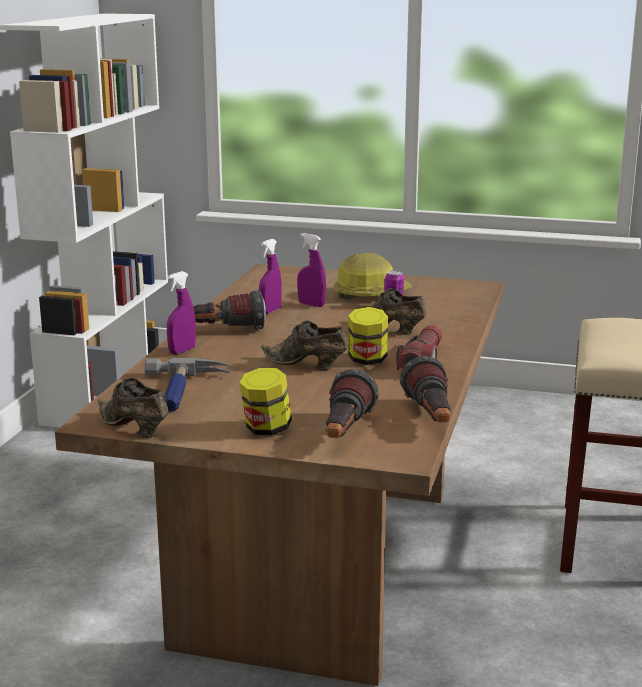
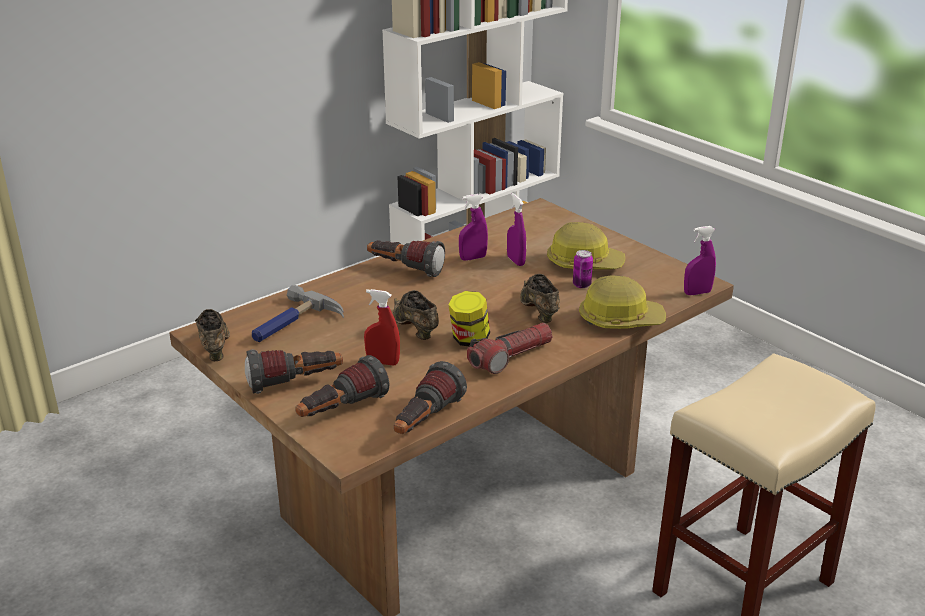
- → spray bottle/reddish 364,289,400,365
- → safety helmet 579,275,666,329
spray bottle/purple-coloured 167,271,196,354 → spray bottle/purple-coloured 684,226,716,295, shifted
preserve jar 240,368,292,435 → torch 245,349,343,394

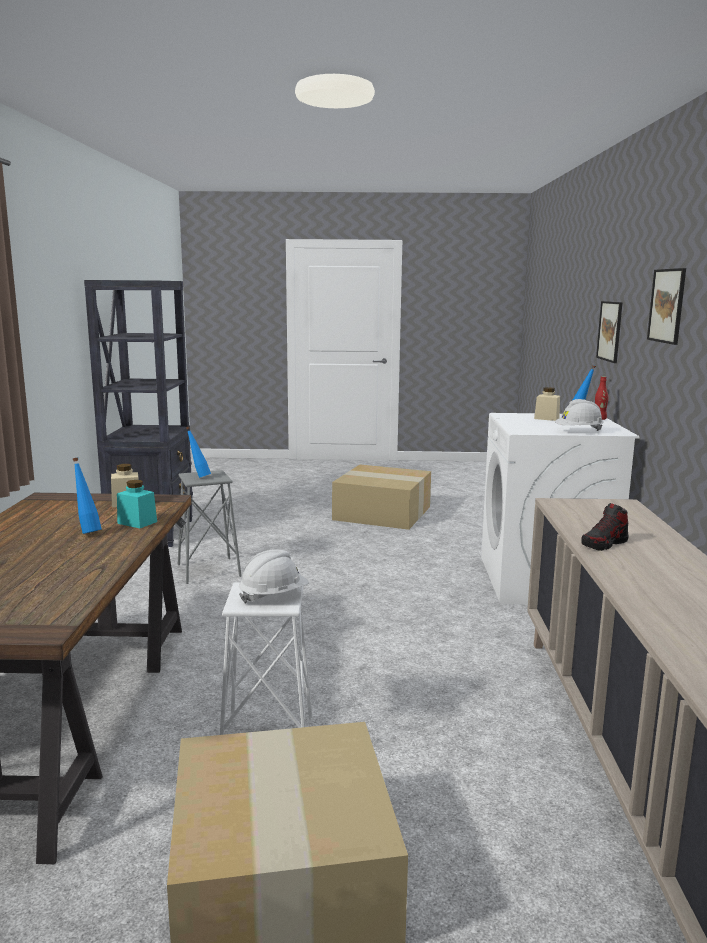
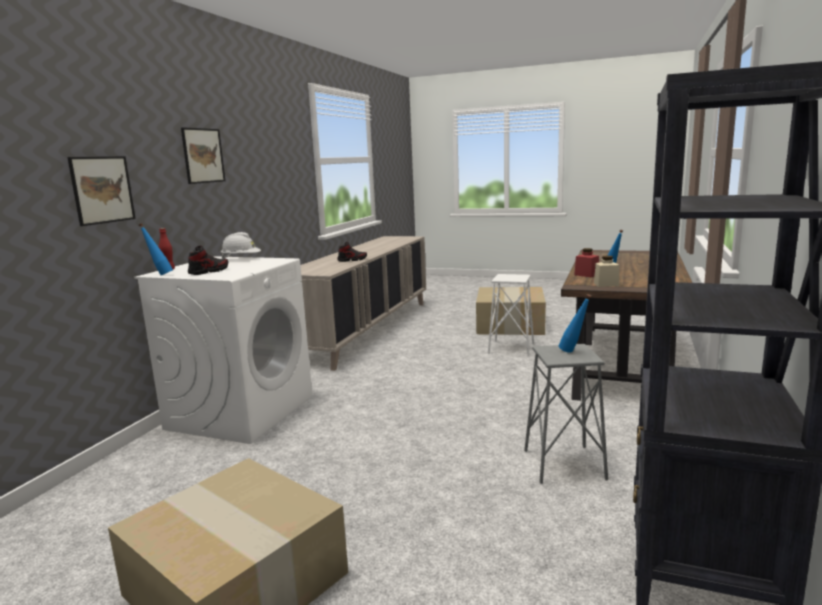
safety helmet/whitish 239,549,309,604 → -
preserve jar/beige 534,387,560,421 → item of footwear 188,245,228,275
preserve jar/blue-green 117,480,157,528 → preserve jar/reddish 574,248,599,277

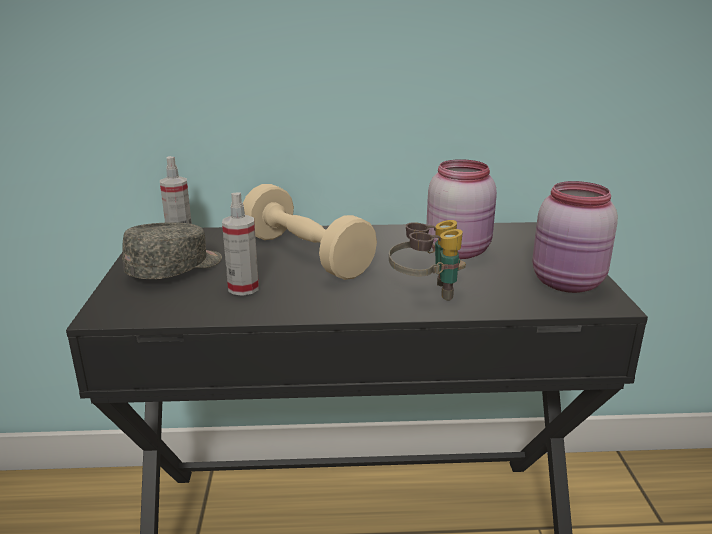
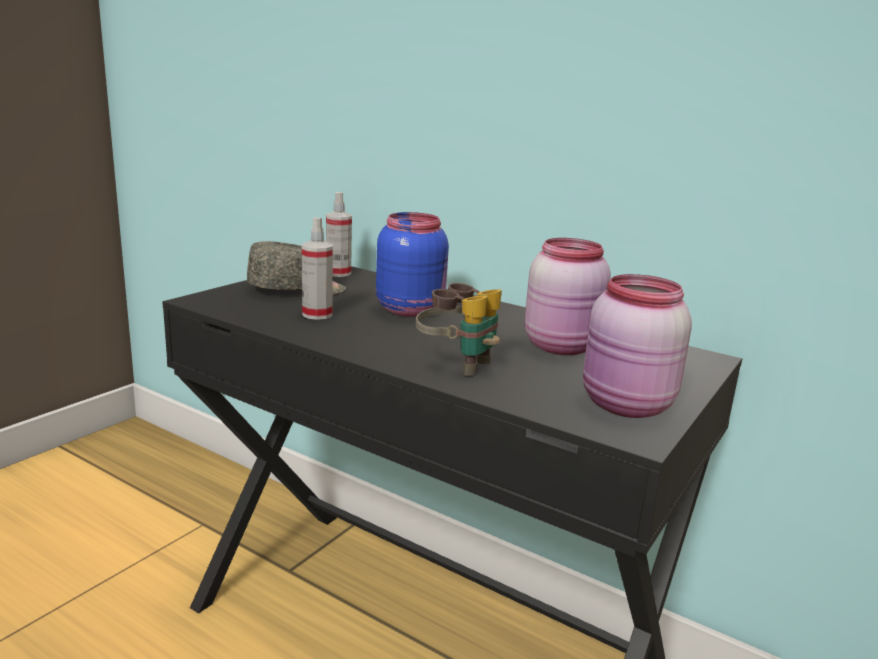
dumbbell/beige 243,184,377,280 → preserve jar/blue-coloured 376,212,449,317

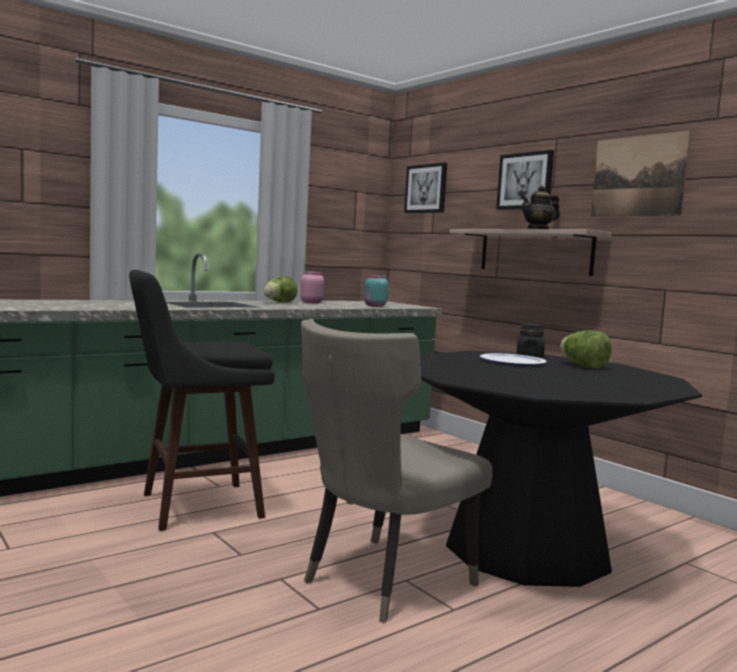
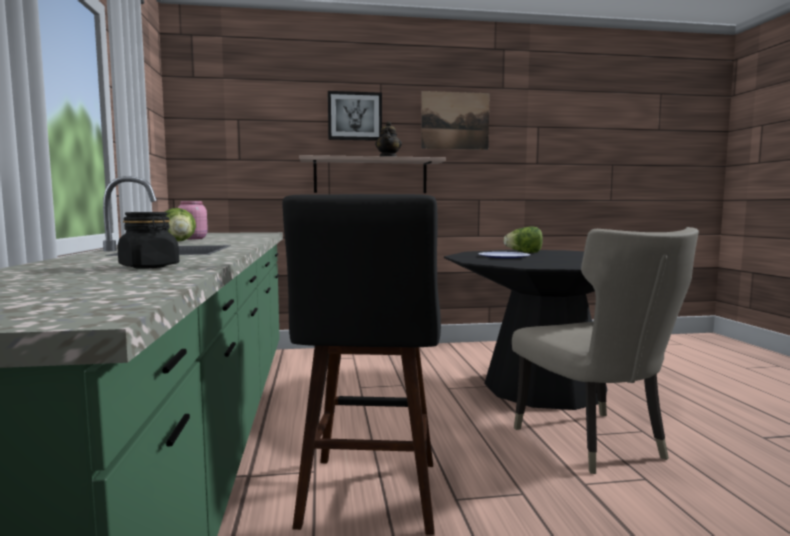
preserve jar/blue-green 364,275,388,307 → -
picture 404,163,447,213 → -
preserve jar/blackish 517,323,545,357 → preserve jar/blackish 118,212,179,269, shifted

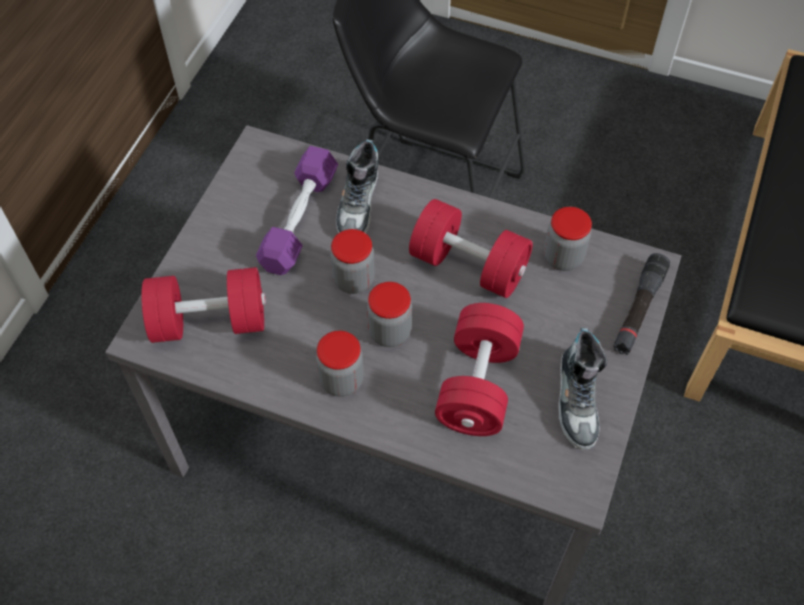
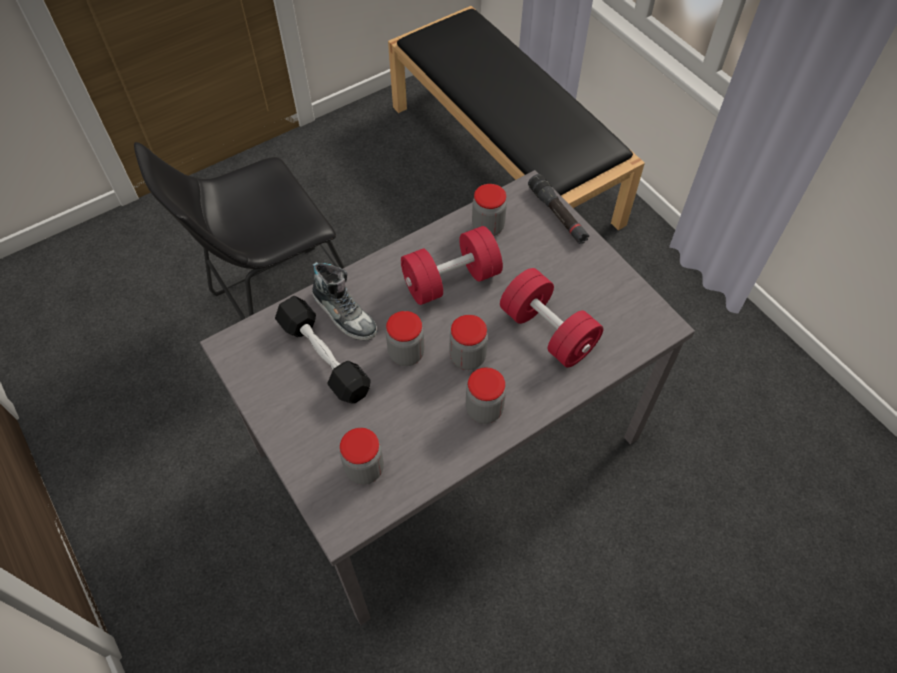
item of footwear 558,328,608,450 → -
dumbbell/reddish 141,267,266,343 → preserve jar 340,428,384,485
dumbbell/purple-coloured 256,146,338,275 → dumbbell/blackish 275,296,371,404

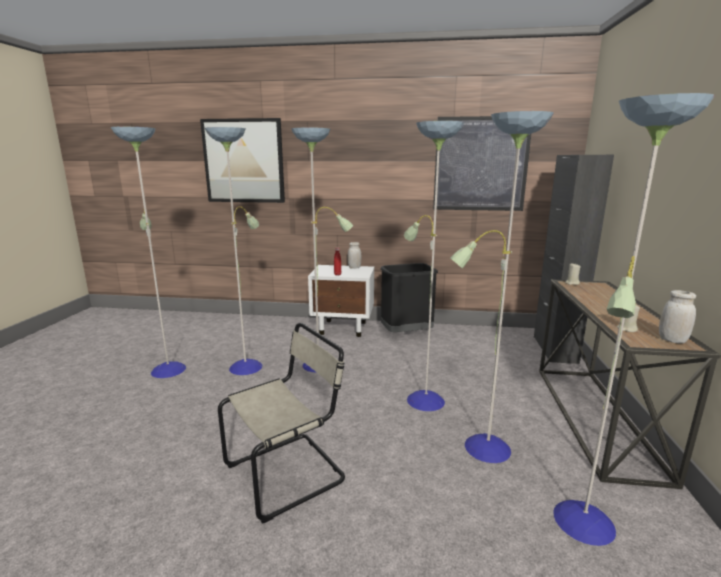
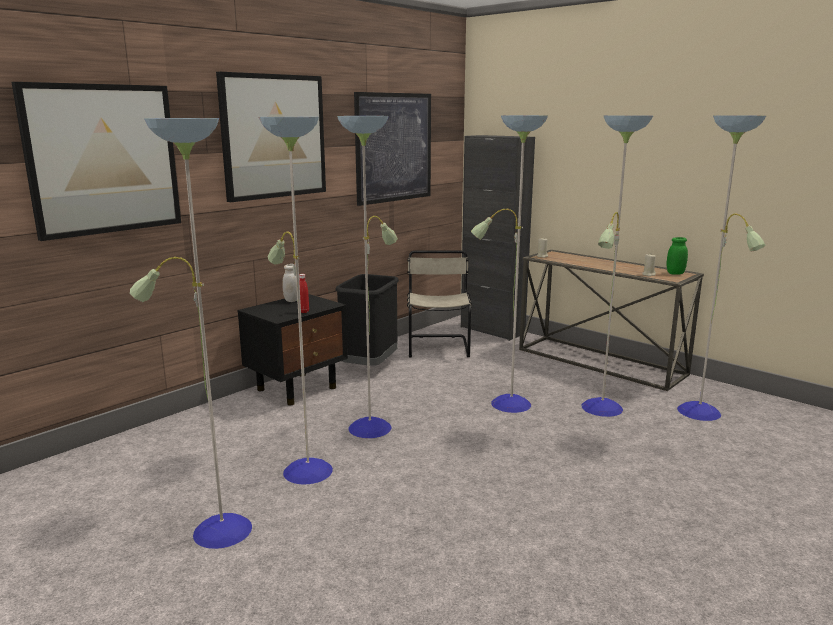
- → picture 216,72,326,202
plain chair/beige 218,323,345,523 → plain chair/beige 407,250,472,357, shifted
nightstand/whitish 308,265,374,337 → nightstand/blackish 238,294,348,406
preserve jar/whitish 659,290,696,344 → preserve jar/green 667,237,688,275

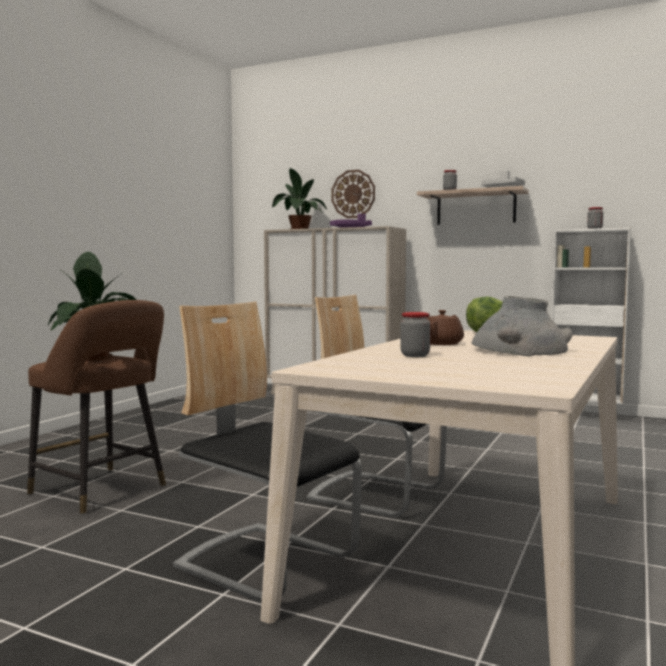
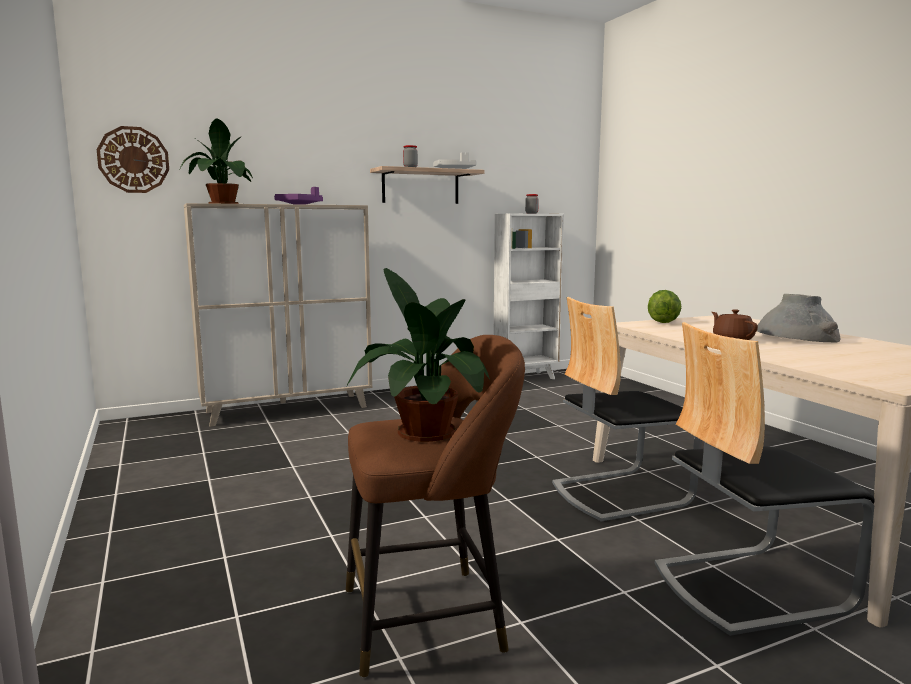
preserve jar 400,312,431,357 → -
wall clock 332,170,375,218 → wall clock 97,126,169,193, shifted

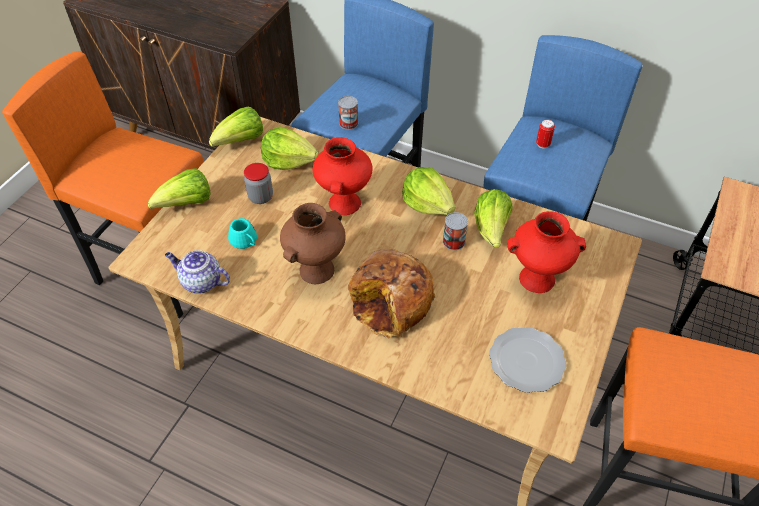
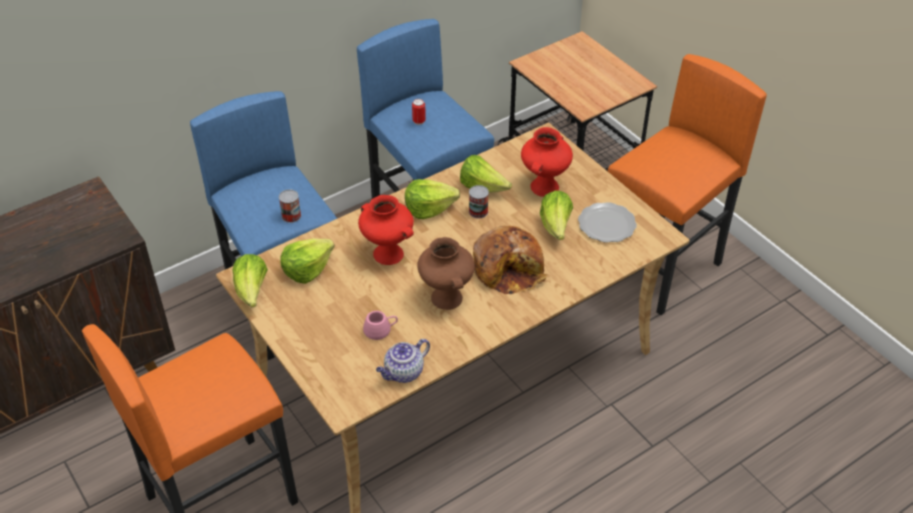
preserve jar 244,163,273,204 → -
lettuce head 148,168,211,209 → lettuce head 540,190,573,240, shifted
tea mug/blue-green 228,218,257,249 → tea mug/pinkish 363,311,398,340

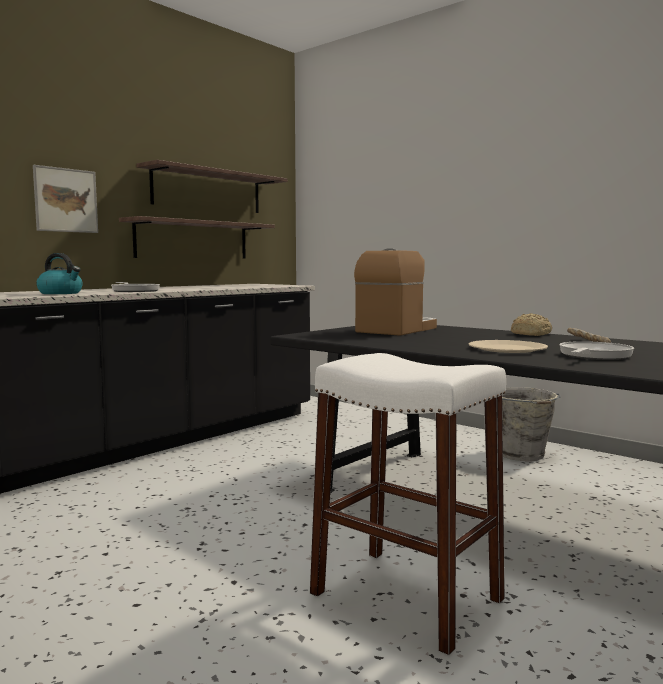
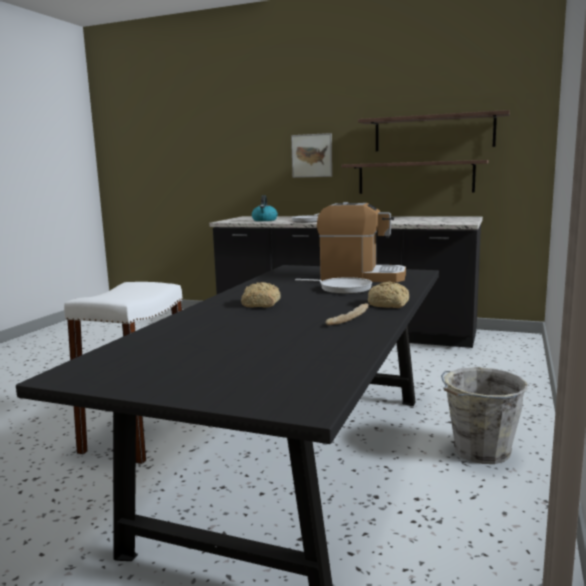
frying pan 560,341,634,360 → frying pan 295,277,372,294, shifted
dinner plate/beige 468,340,548,353 → baked bread 241,282,281,308

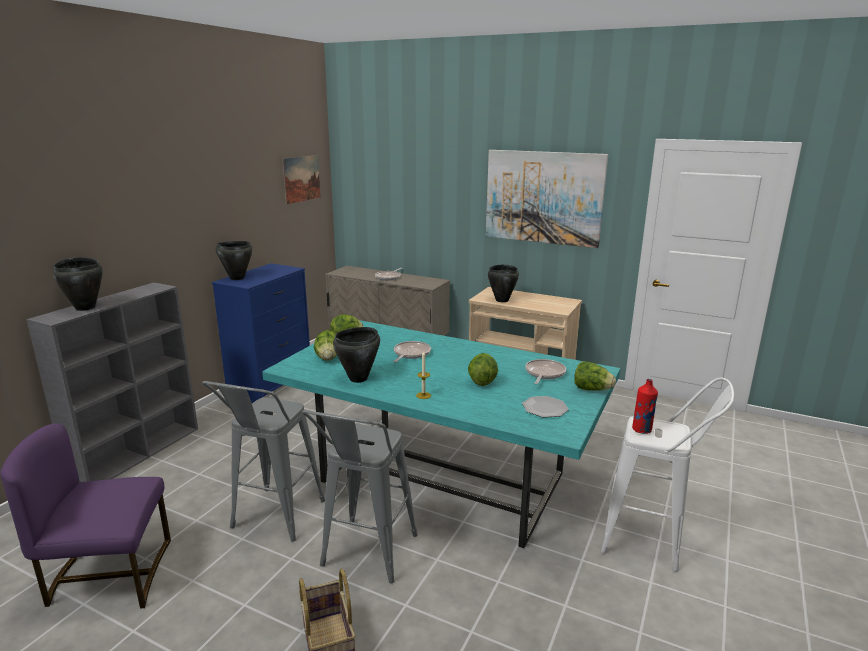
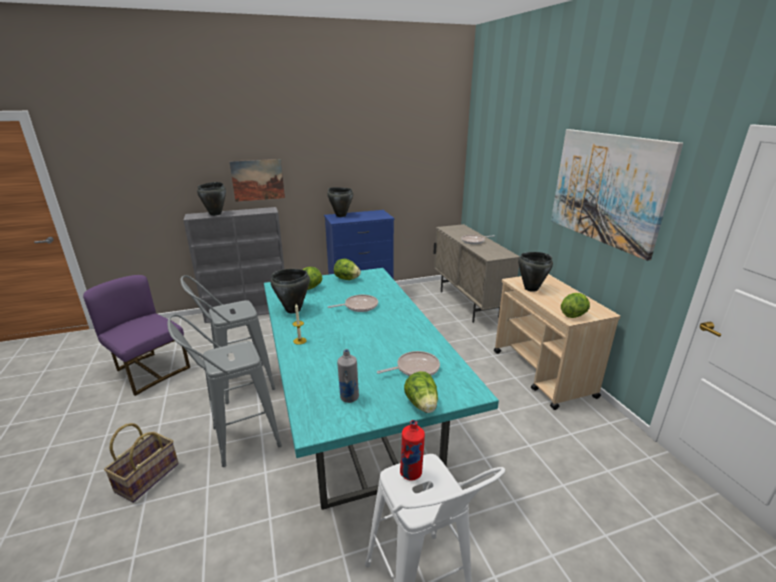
picture 282,155,321,204 → picture 229,159,285,202, shifted
lettuce head 468,353,498,386 → lettuce head 561,293,590,318, shifted
dinner plate 522,396,569,418 → bottle/gray 337,349,359,403

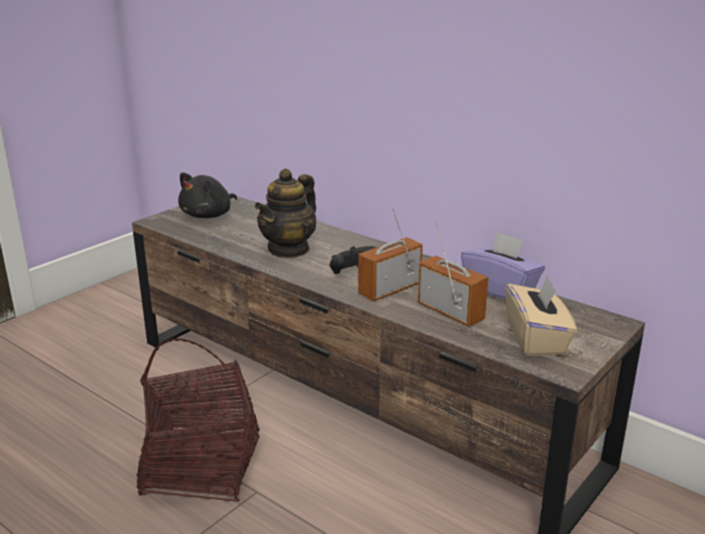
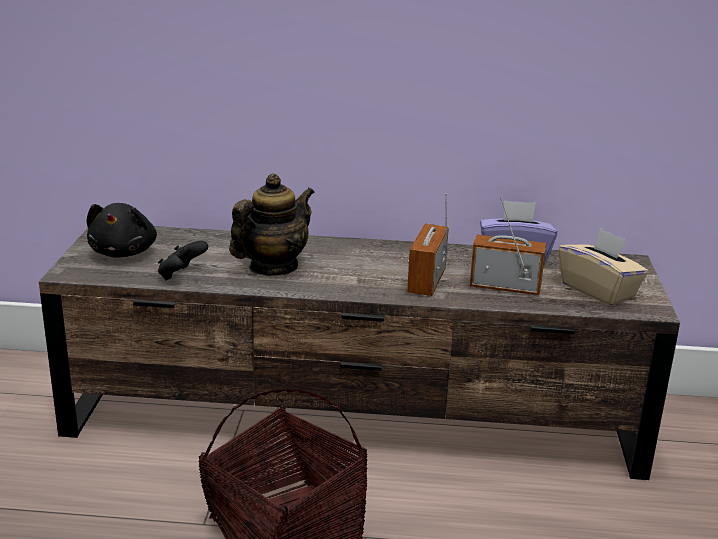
joypad/blackish 330,246,377,274 → joypad/blackish 158,241,208,280, shifted
teapot 255,168,316,258 → teapot 229,174,315,276, 135 degrees counterclockwise

